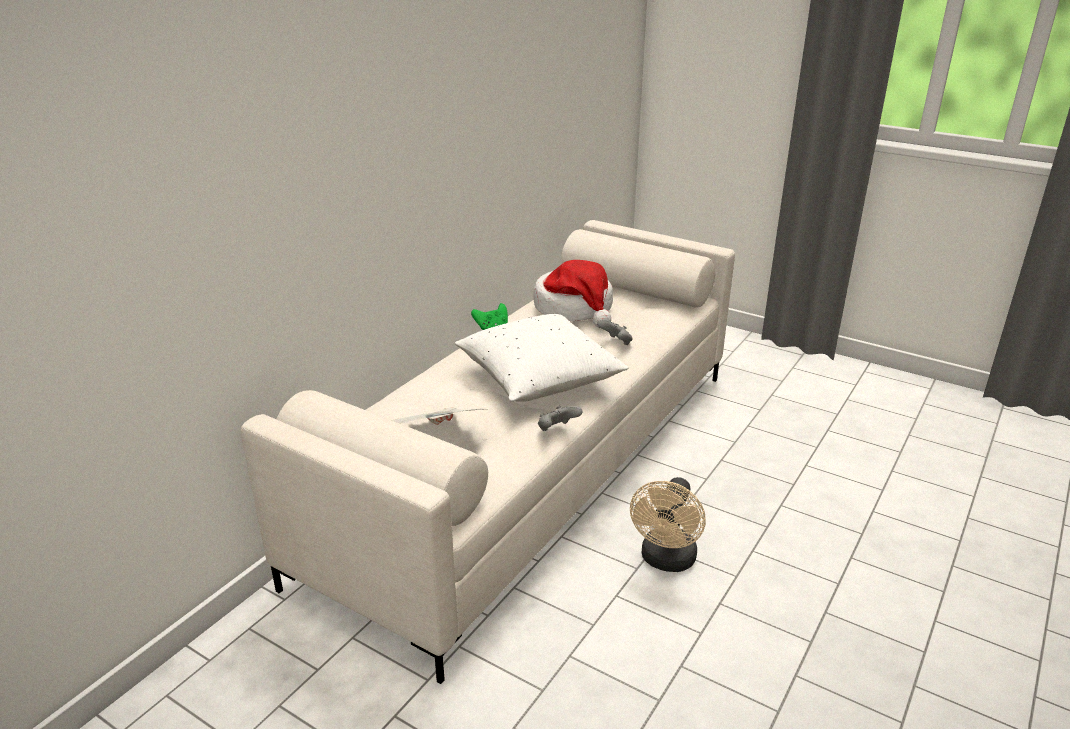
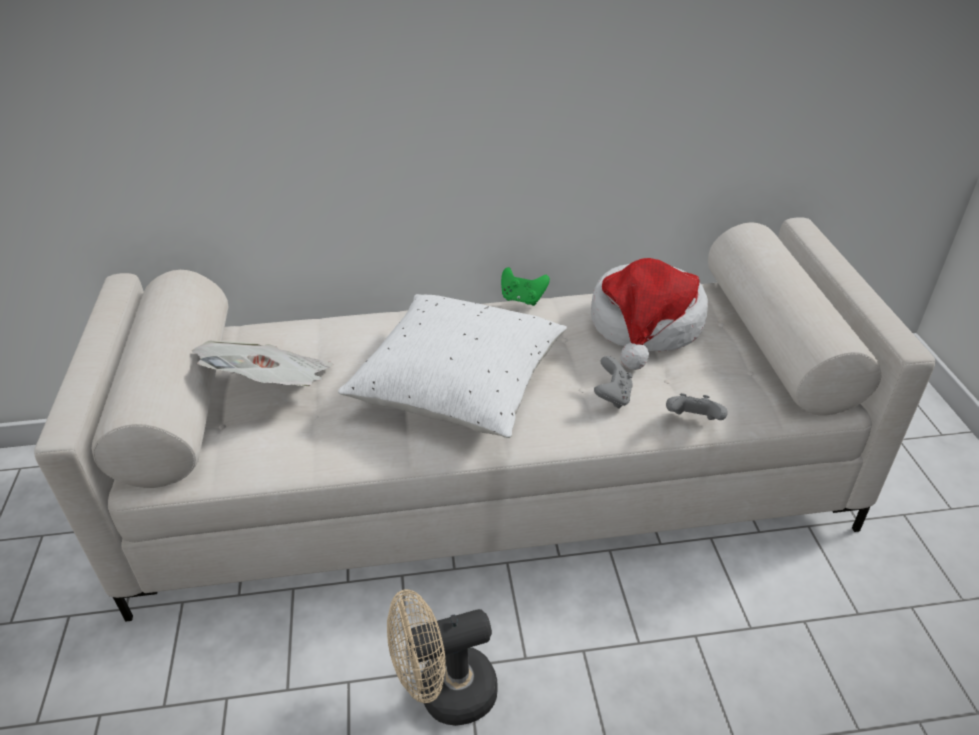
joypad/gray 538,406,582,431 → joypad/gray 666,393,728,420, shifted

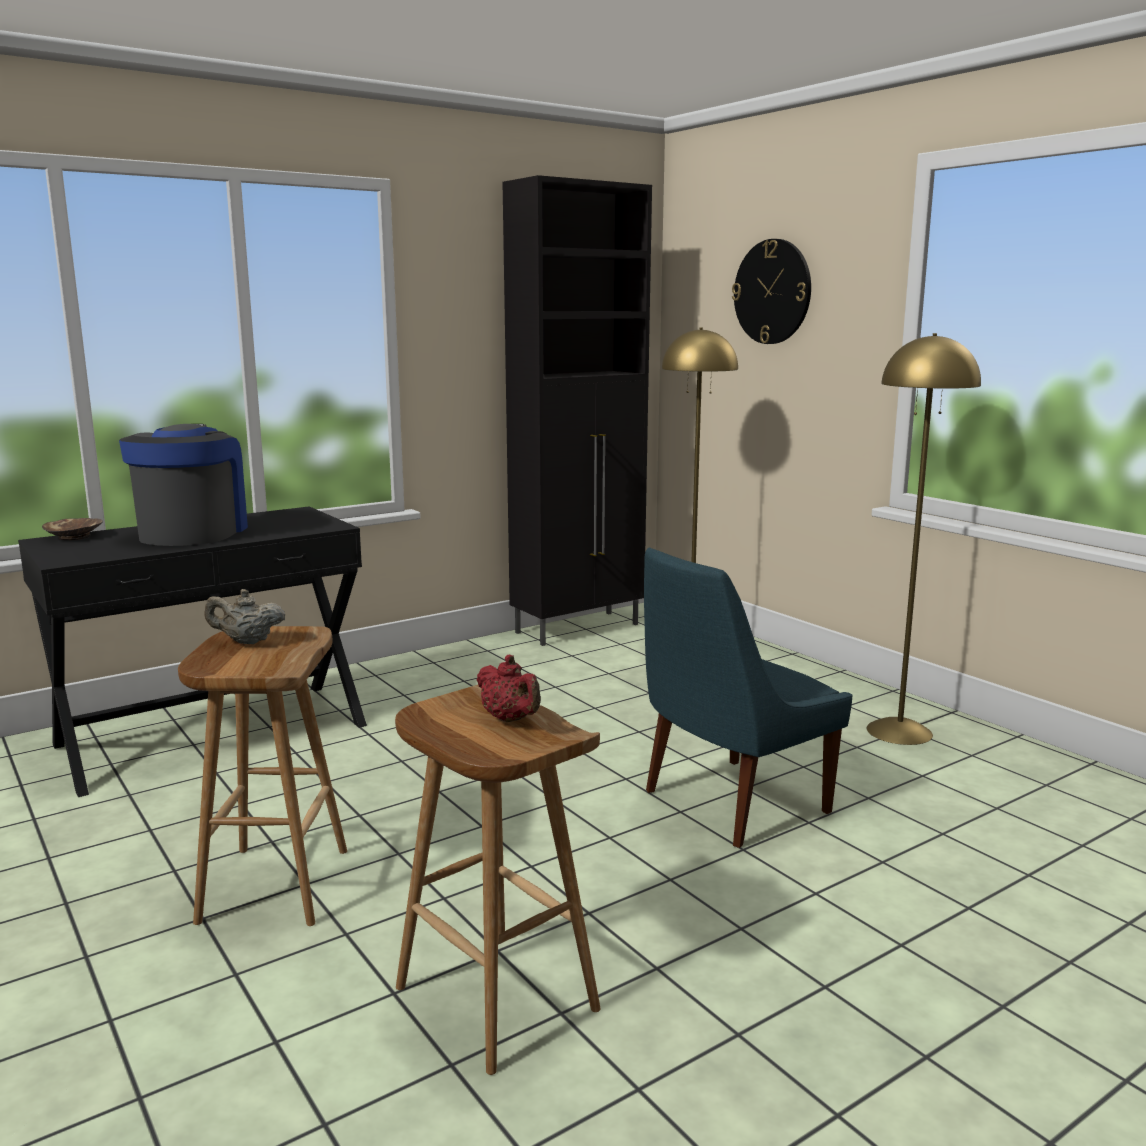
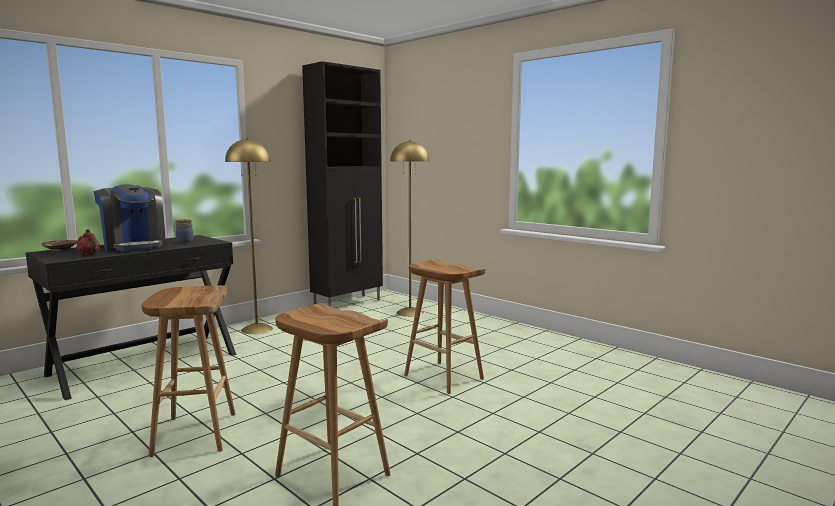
teapot/beige 204,589,285,644 → -
wall clock 732,239,811,344 → -
- → preserve jar 175,219,194,243
teapot/reddish 476,655,541,722 → teapot/reddish 77,229,100,255, shifted
floor lamp/yellow-coloured 867,333,981,745 → floor lamp/yellow-coloured 225,138,273,334, shifted
plain chair/blue-coloured 644,548,853,848 → stool seat/brown 404,259,486,394
coffee maker 119,424,248,546 → coffee maker 93,184,166,251, 150 degrees clockwise

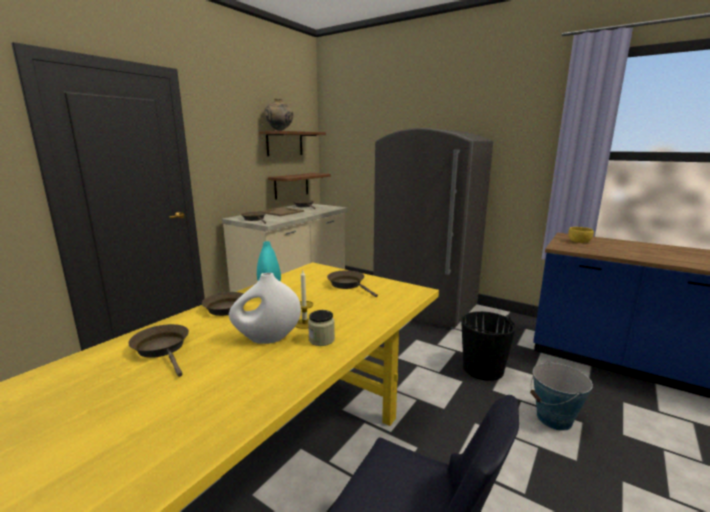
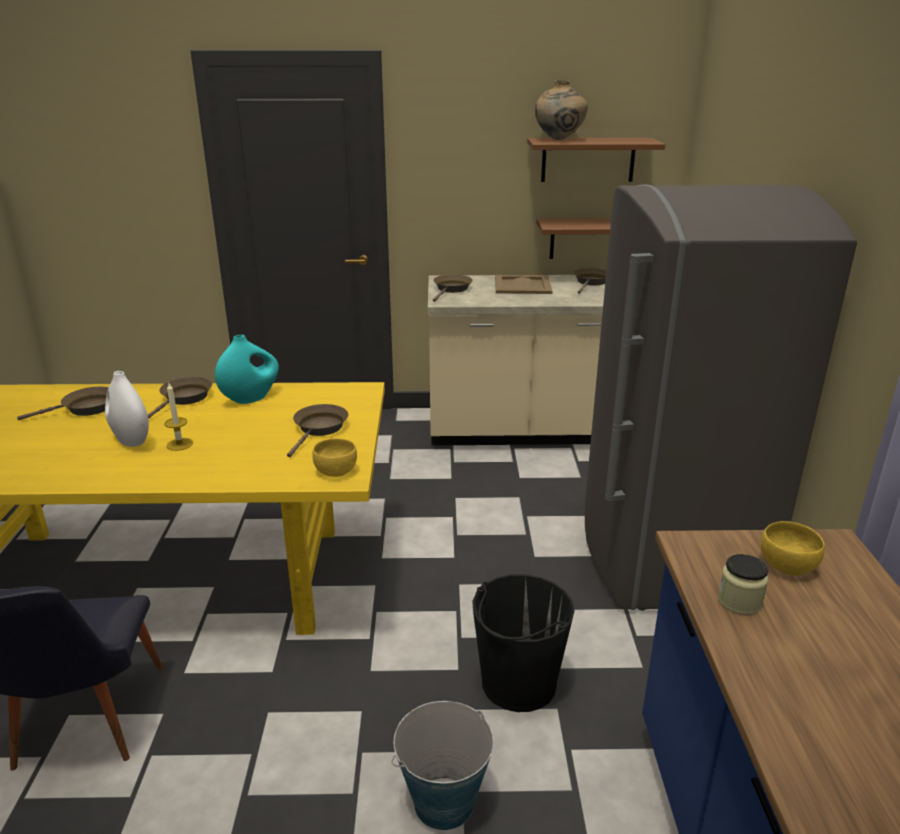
- → serving bowl/yellow-coloured 312,438,357,477
preserve jar 308,310,335,346 → preserve jar 718,554,769,615, shifted
frying pan/brown 128,324,189,377 → frying pan/brown 17,386,109,420, 45 degrees clockwise

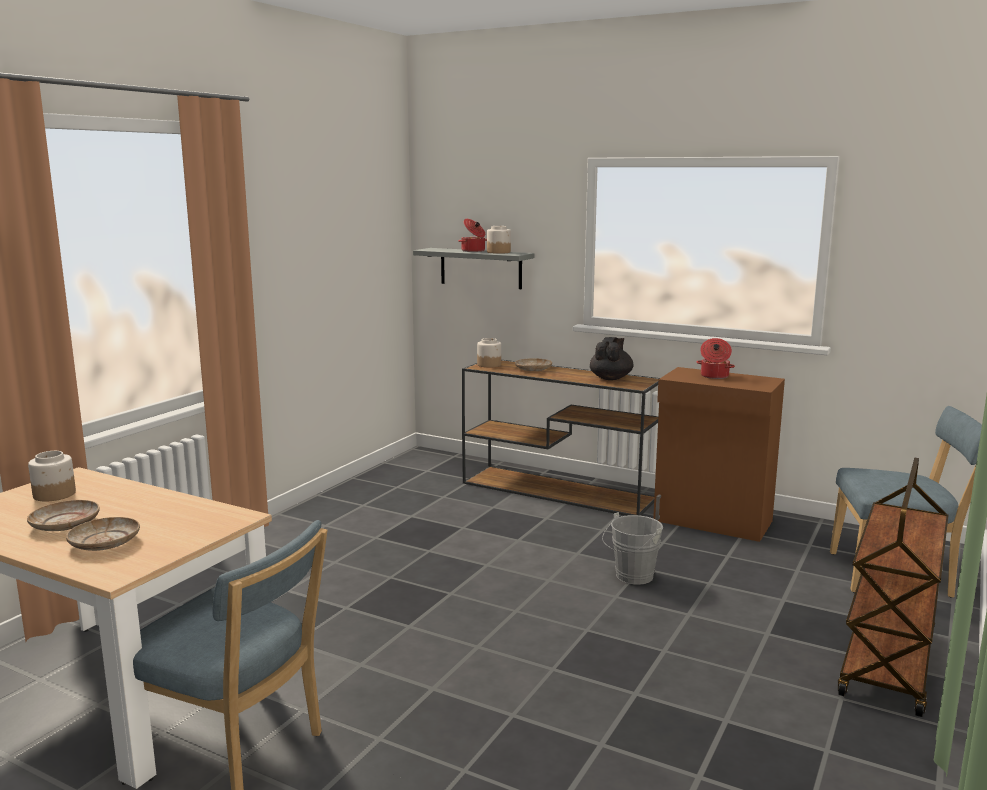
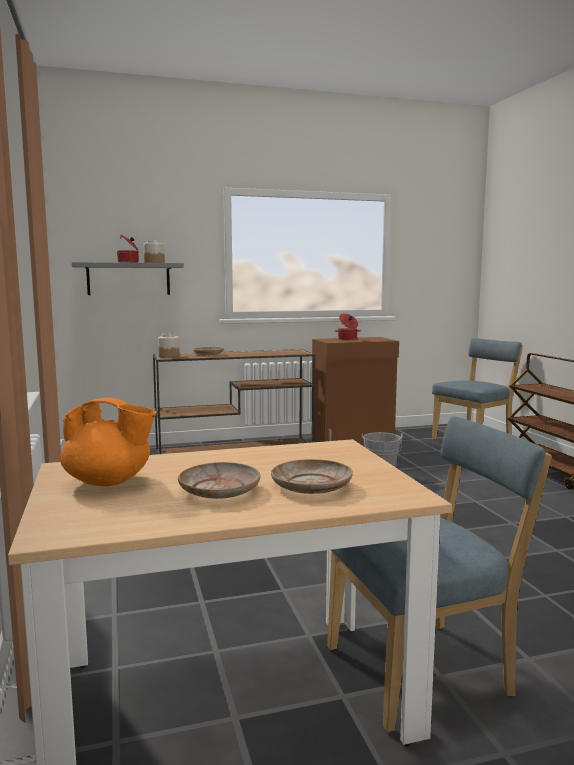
teapot/blackish 590,337,633,380 → -
preserve jar 28,451,76,501 → teapot/orange 60,398,156,486

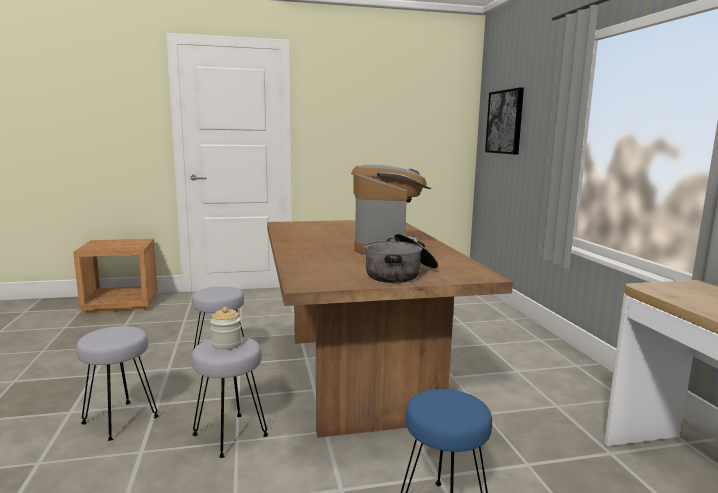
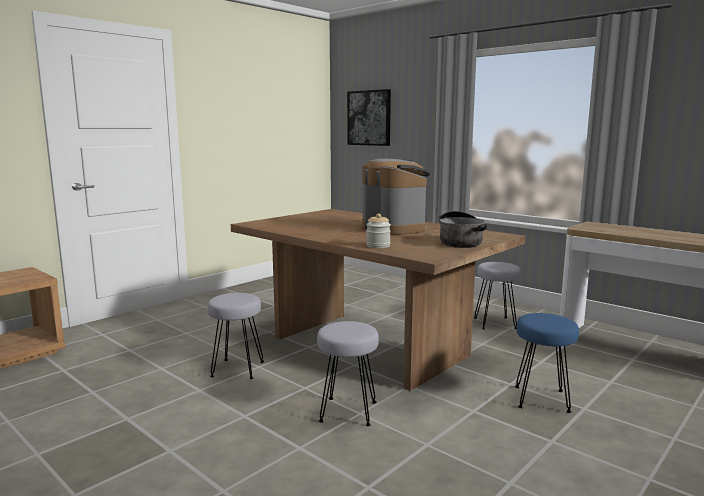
stool seat/gray 76,326,159,441 → stool seat/gray 474,262,520,329, shifted
preserve jar 210,307,241,350 → preserve jar 366,213,391,248, shifted

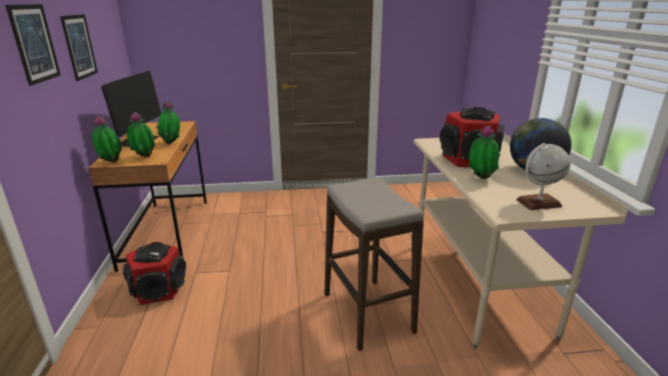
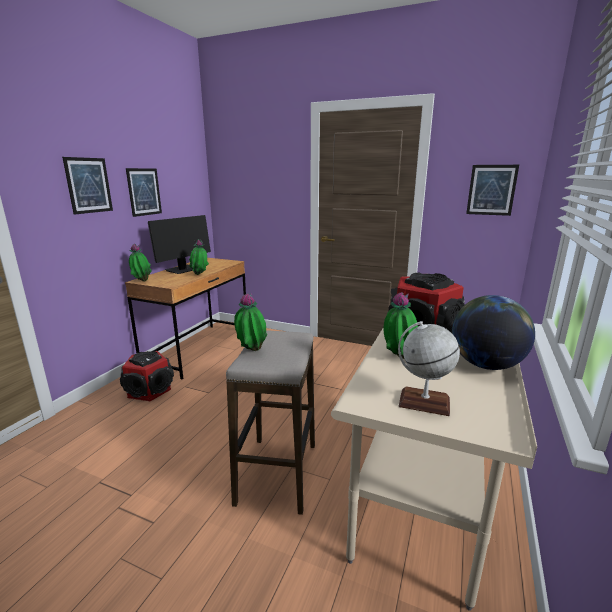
- → picture 466,165,519,216
potted plant 127,112,155,157 → potted plant 234,293,267,351, shifted

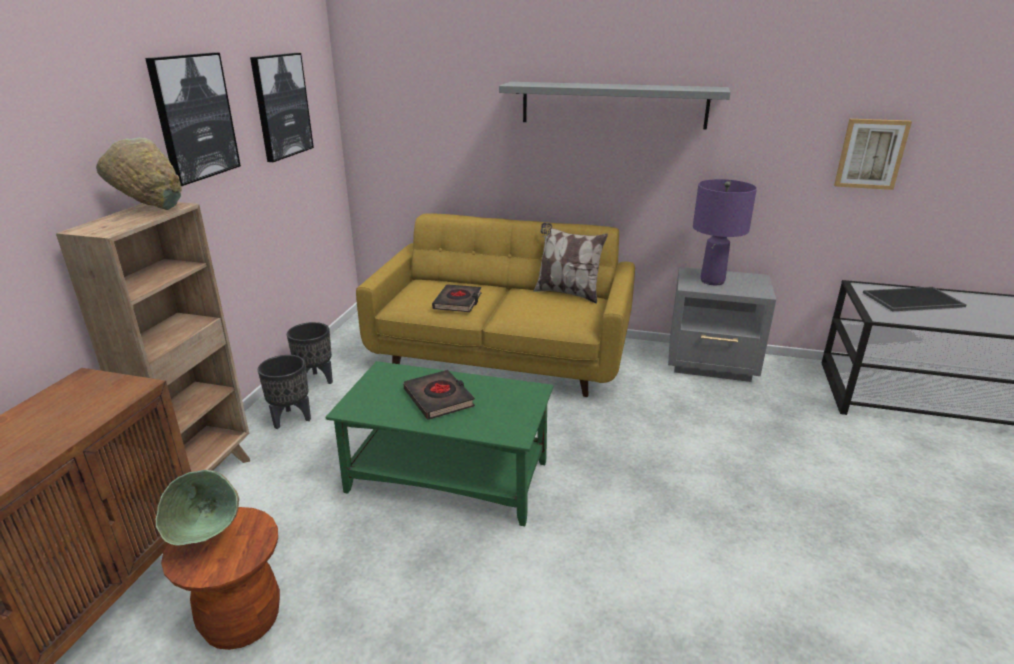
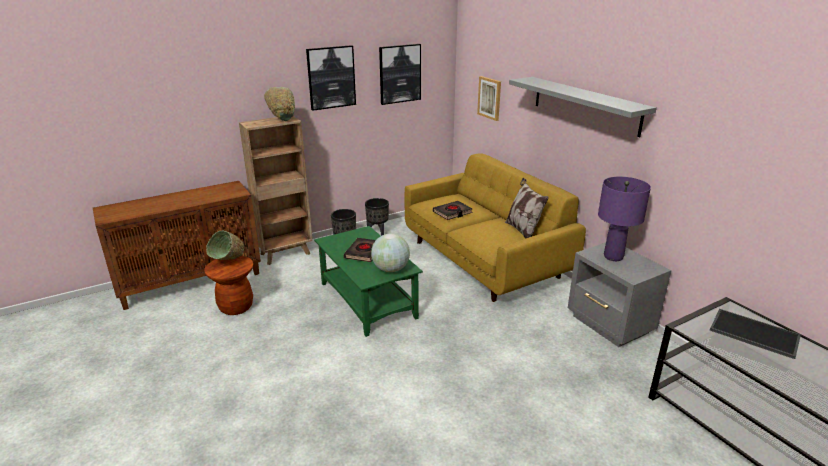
- → desk globe 371,234,410,272
picture 834,119,912,190 → picture 477,76,501,121, shifted

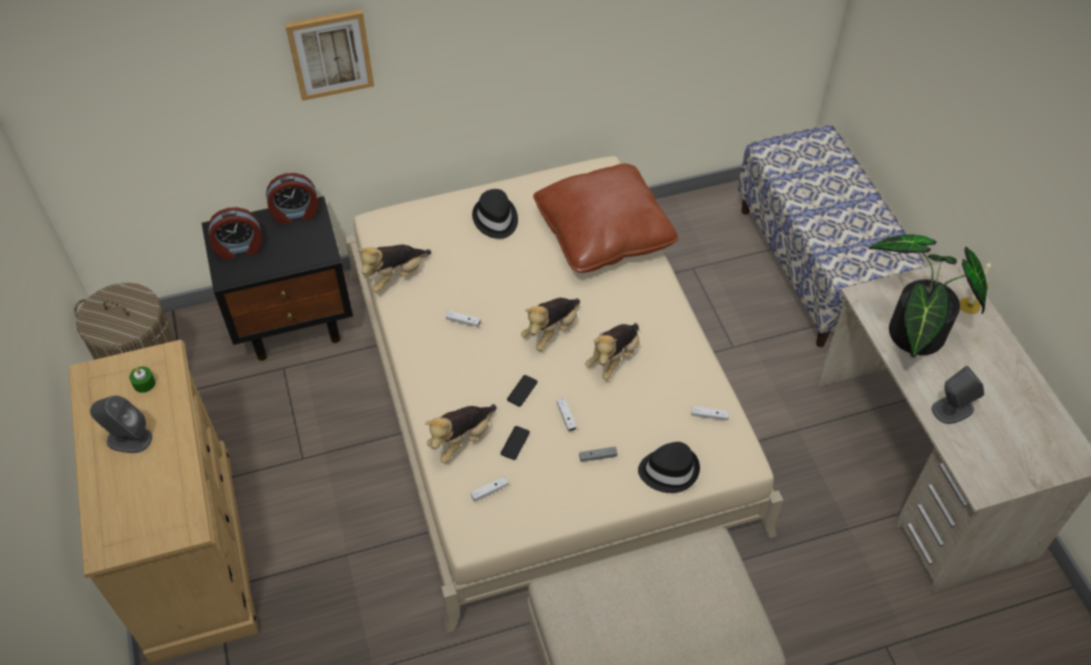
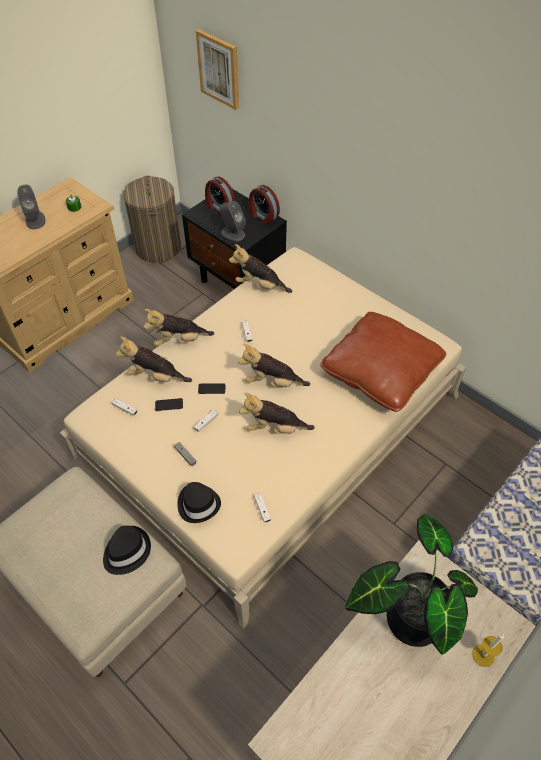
- → soft toy 144,309,214,346
picture 285,9,374,101 → picture 196,29,239,110, shifted
hat/blackish 472,189,518,239 → hat/blackish 103,525,151,575, shifted
loudspeaker/gray 932,366,984,424 → loudspeaker/gray 220,201,246,241, shifted

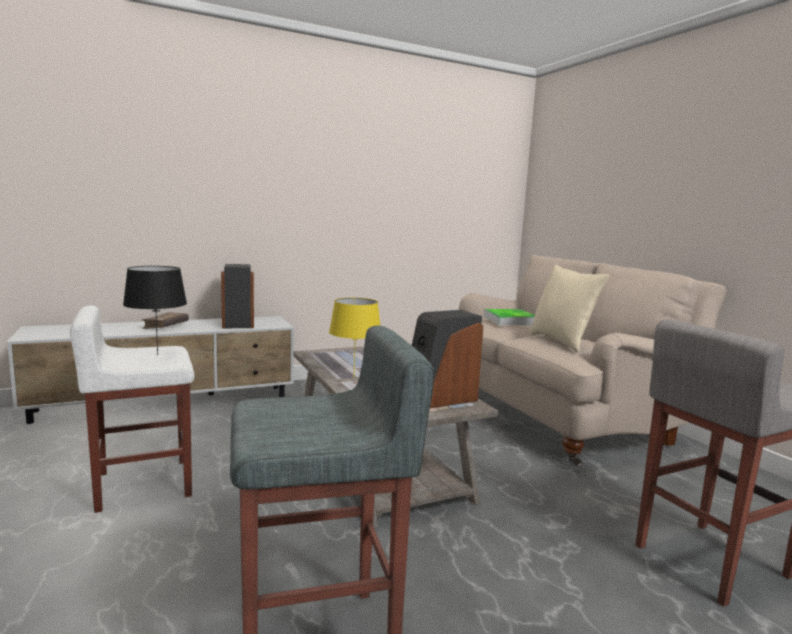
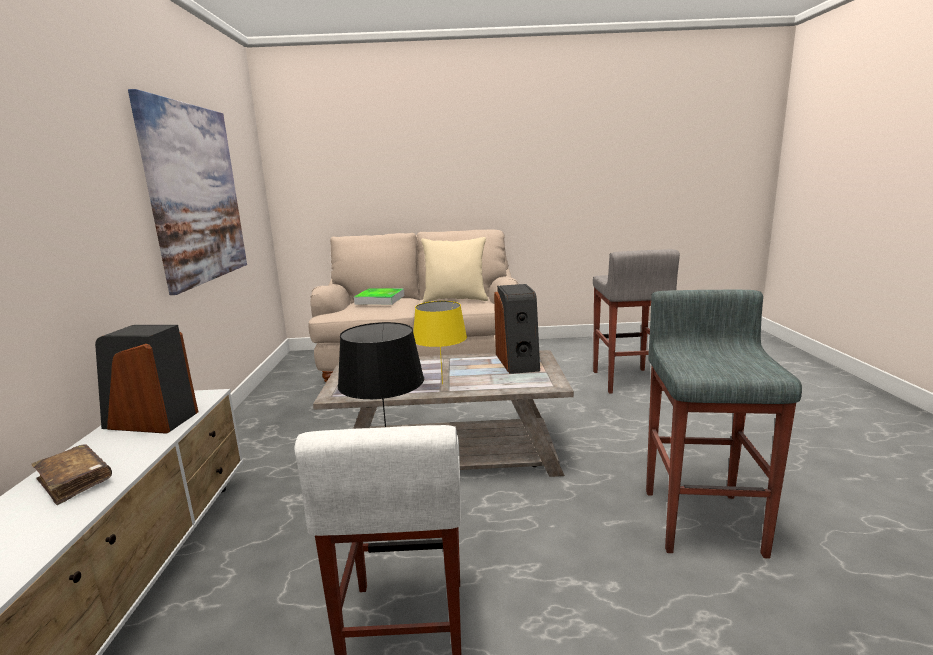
- → picture 128,89,247,295

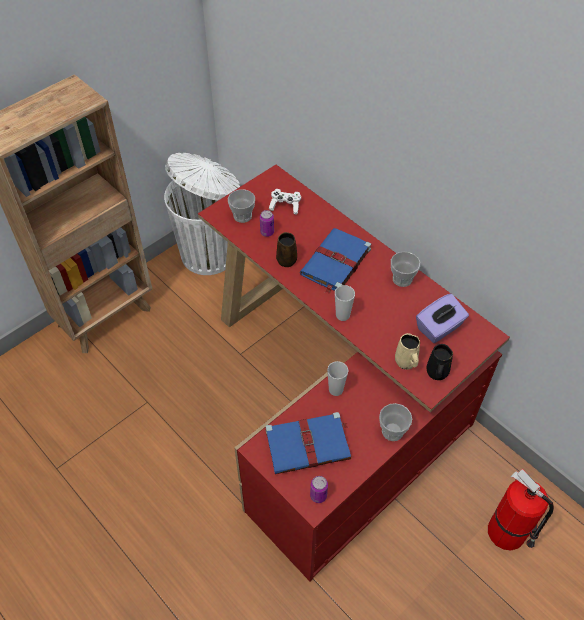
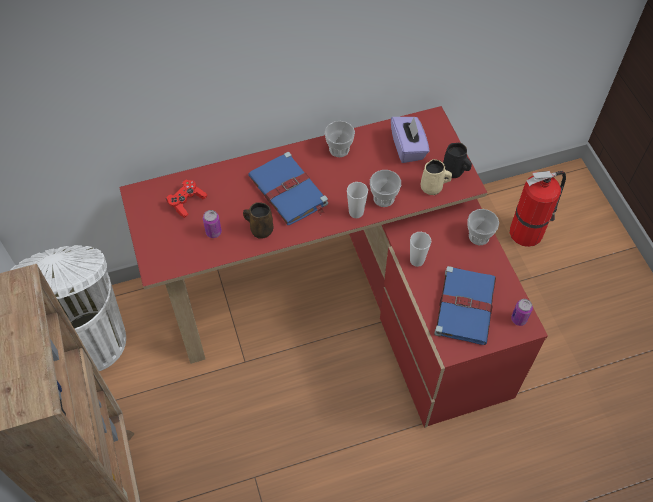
drinking cup 228,189,255,223 → drinking cup 370,170,401,207, shifted
joypad/whitish 269,189,301,215 → joypad/reddish 166,180,207,218

